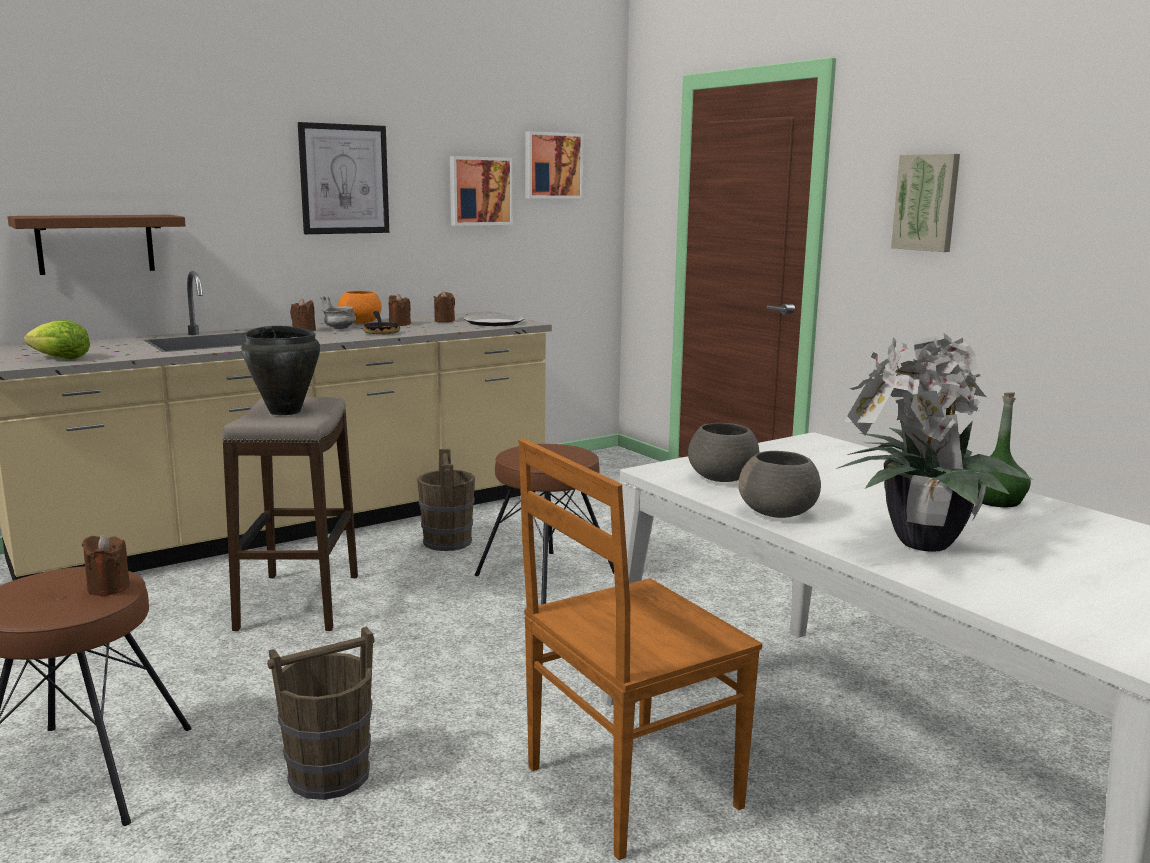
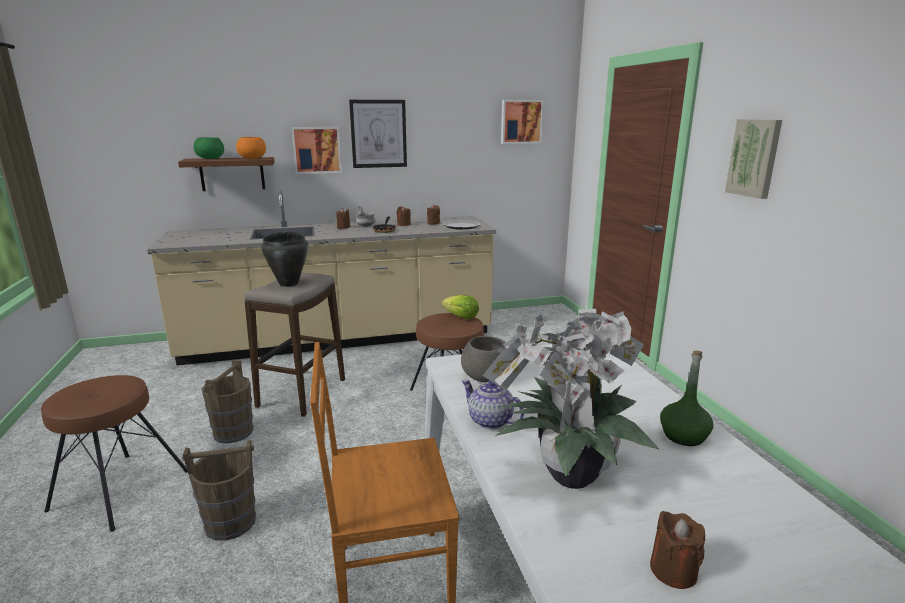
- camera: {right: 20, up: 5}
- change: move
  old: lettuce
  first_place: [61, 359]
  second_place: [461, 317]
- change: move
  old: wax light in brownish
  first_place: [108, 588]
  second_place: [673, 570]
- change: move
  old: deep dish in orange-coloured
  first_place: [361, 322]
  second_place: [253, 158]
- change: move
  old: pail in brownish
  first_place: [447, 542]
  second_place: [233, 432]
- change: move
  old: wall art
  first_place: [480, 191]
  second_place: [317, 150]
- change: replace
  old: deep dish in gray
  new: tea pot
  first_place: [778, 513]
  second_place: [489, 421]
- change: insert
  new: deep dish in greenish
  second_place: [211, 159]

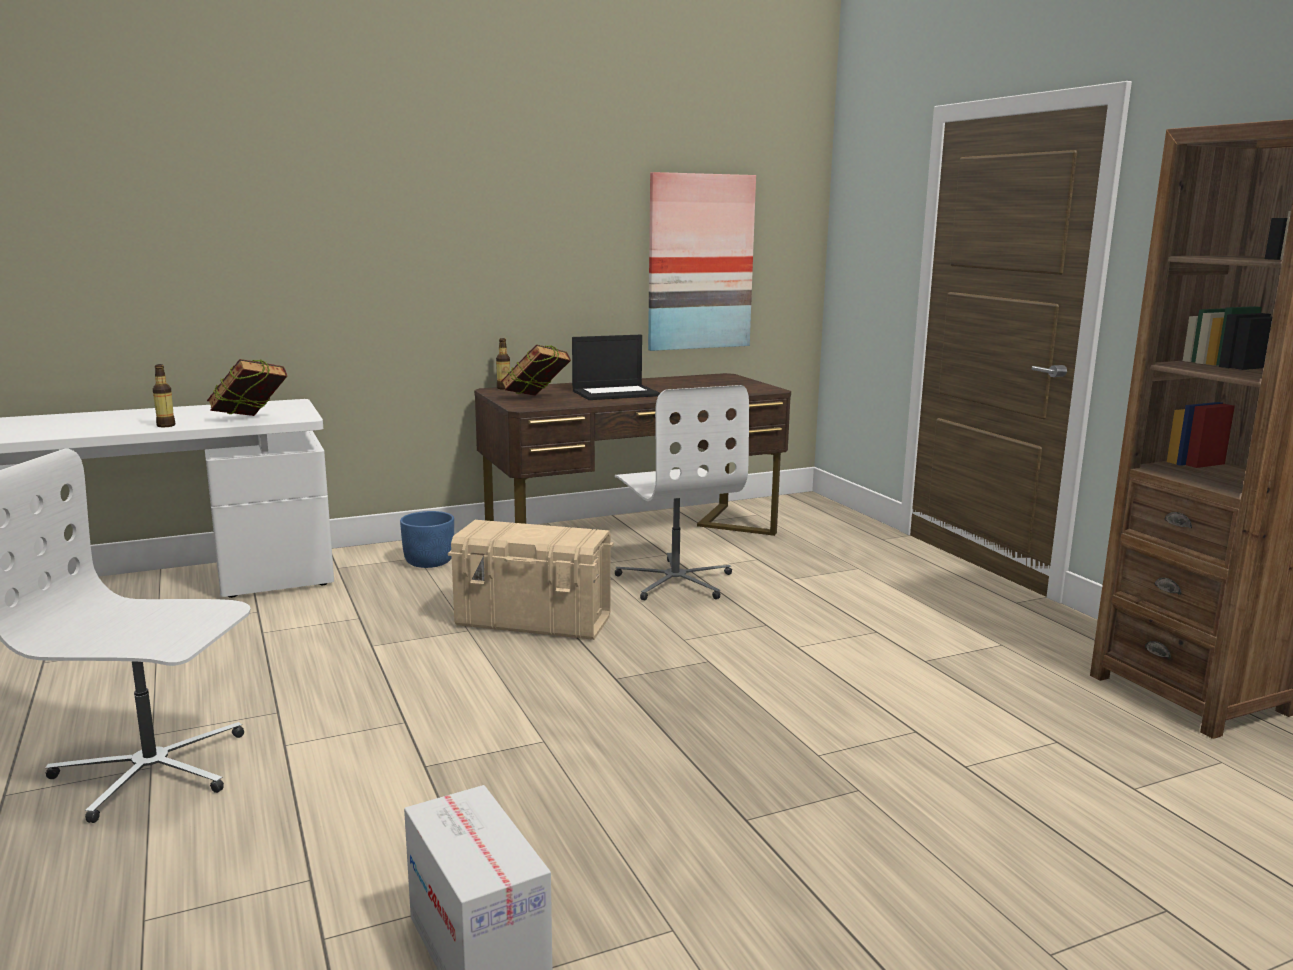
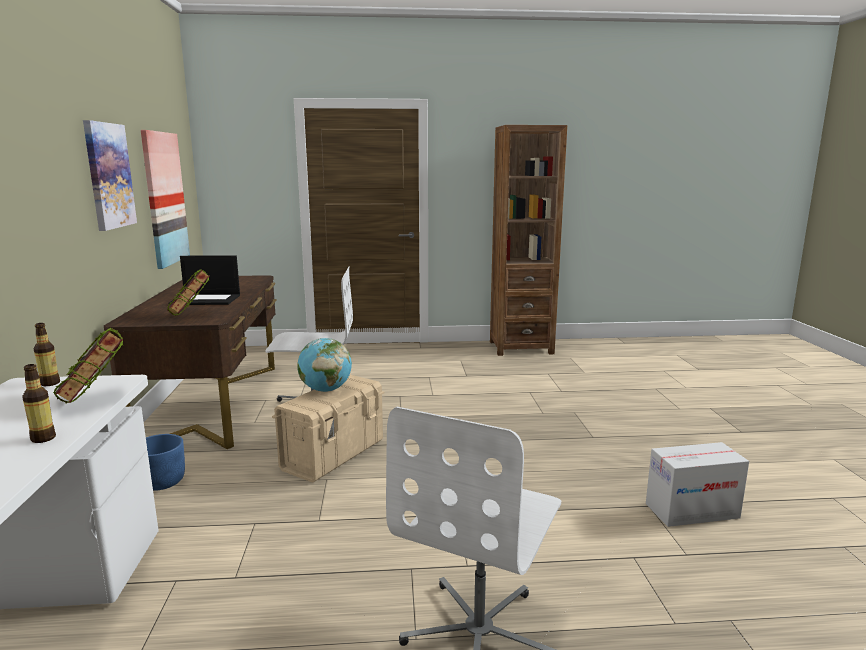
- camera: {right: -70, up: 0}
- change: move
  old: bottle
  first_place: [503, 388]
  second_place: [50, 383]
- change: rotate
  old: notebook computer
  first_place: [616, 393]
  second_place: [206, 300]
  degrees: 90
- change: insert
  new: wall art
  second_place: [109, 175]
- change: insert
  new: globe
  second_place: [325, 390]

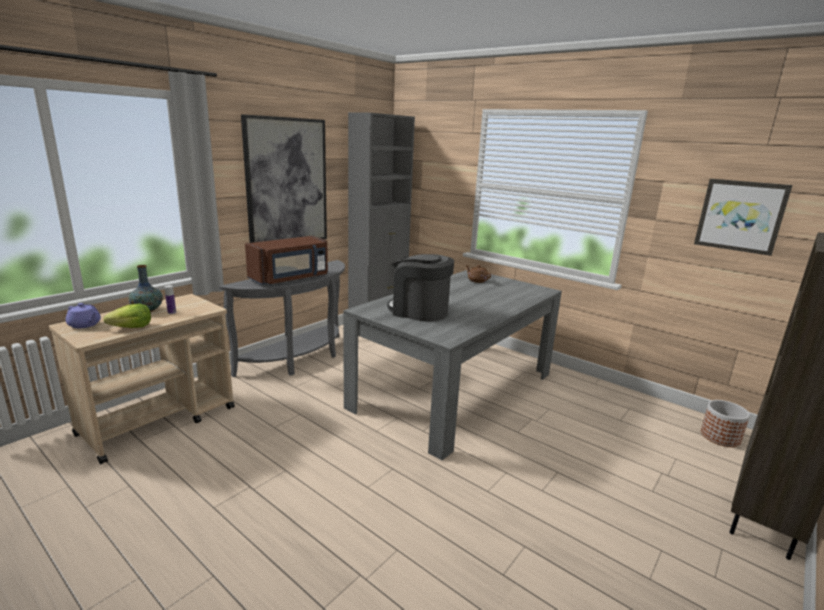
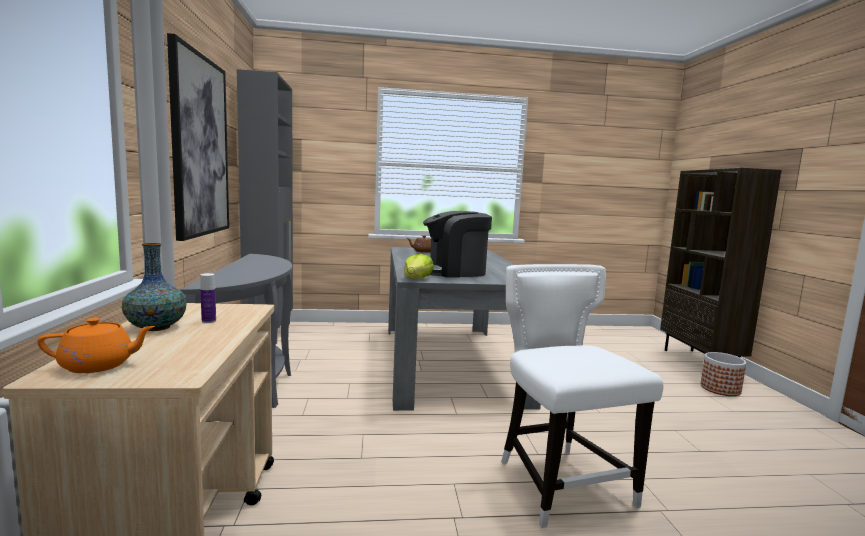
- camera: {right: -45, up: -10}
- change: recolor
  old: tea pot in purple
  new: tea pot in orange-coloured
  first_place: [85, 325]
  second_place: [99, 365]
- change: move
  old: lettuce
  first_place: [132, 327]
  second_place: [417, 279]
- change: delete
  old: kitchen microwave in brownish
  first_place: [290, 278]
- change: delete
  old: wall art
  first_place: [740, 216]
- change: move
  old: flower pot
  first_place: [720, 437]
  second_place: [720, 389]
- change: insert
  new: upright chair in white
  second_place: [560, 483]

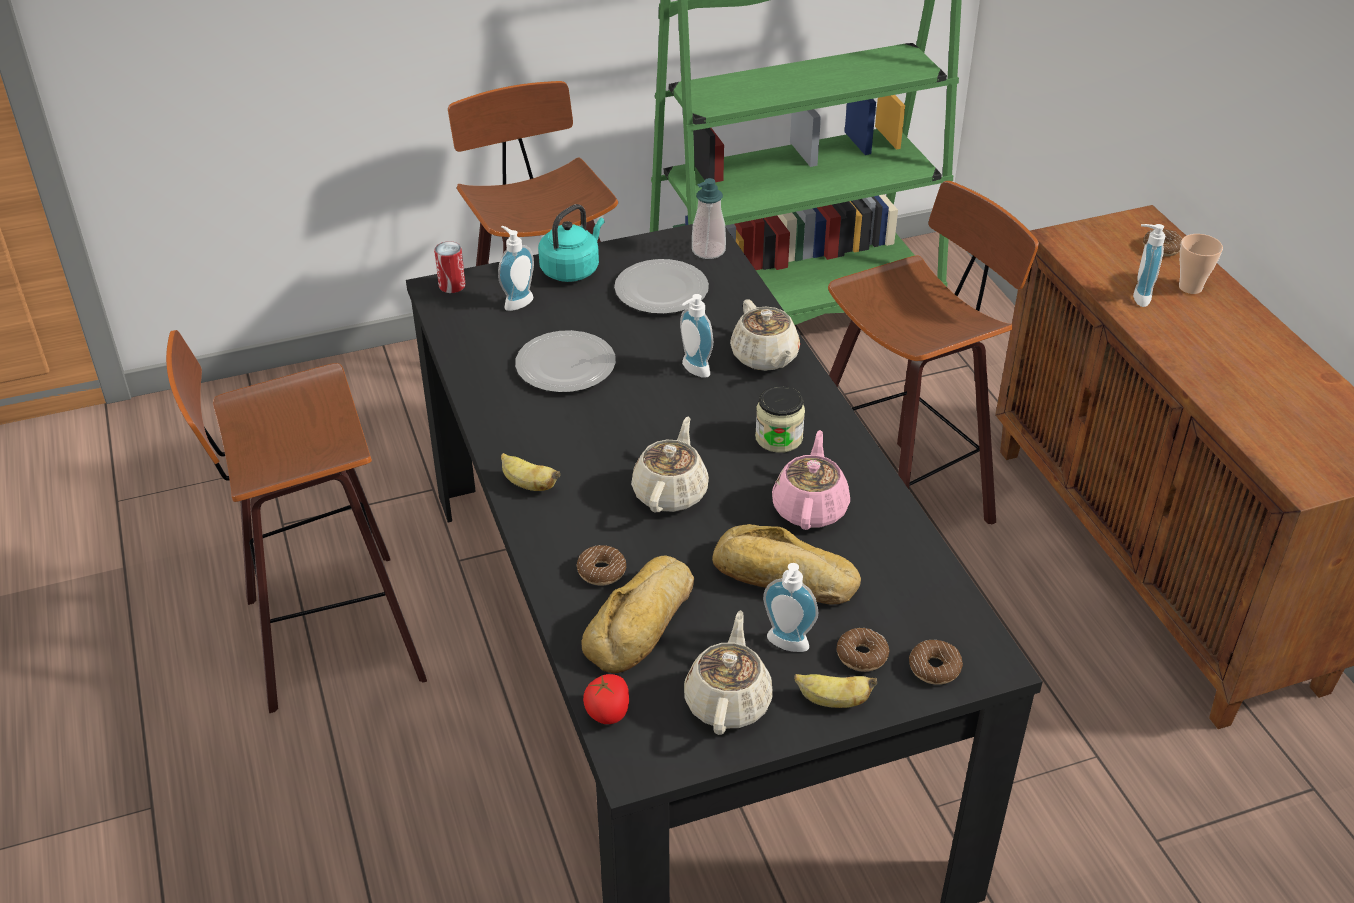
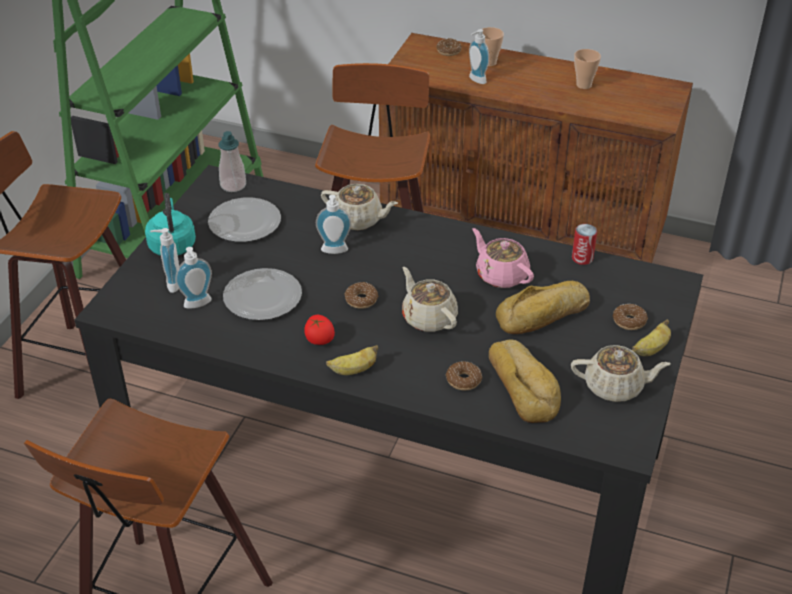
- camera: {right: -50, up: 0}
- change: move
  old: metal can
  first_place: [452, 286]
  second_place: [582, 258]
- change: move
  old: whole tomato
  first_place: [608, 712]
  second_place: [319, 340]
- change: rotate
  old: tea pot in beige
  first_place: [728, 701]
  second_place: [615, 387]
  degrees: 135
- change: delete
  old: preserve jar
  first_place: [779, 438]
- change: move
  old: soap dispenser
  first_place: [786, 646]
  second_place: [198, 305]
- change: move
  old: doughnut
  first_place: [934, 668]
  second_place: [361, 299]
- change: insert
  new: small cup
  second_place: [583, 85]

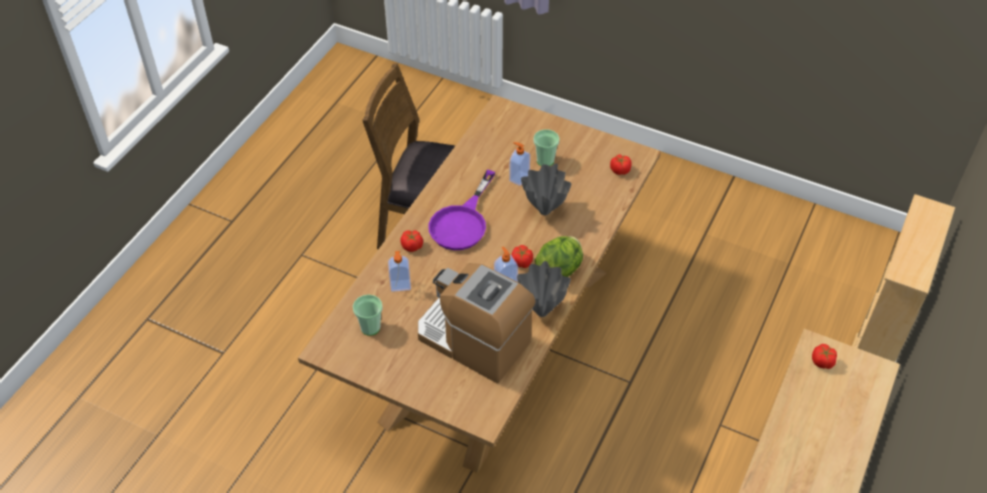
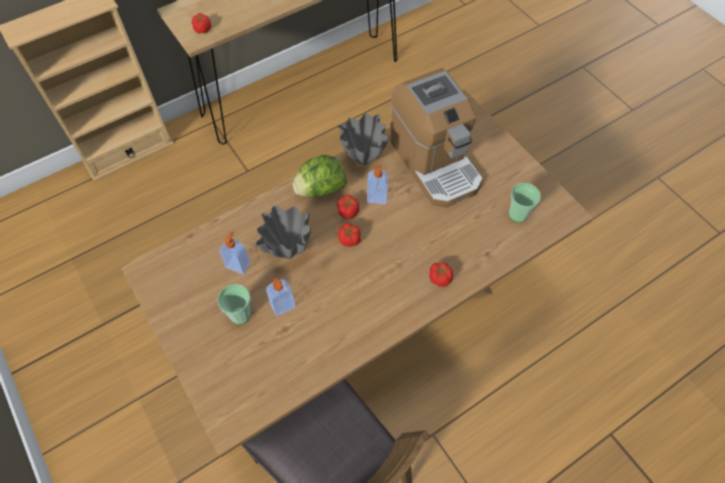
- camera: {right: -150, up: 10}
- change: move
  old: soap dispenser
  first_place: [400, 286]
  second_place: [238, 265]
- change: delete
  old: skillet in purple
  first_place: [462, 222]
- change: move
  old: whole tomato
  first_place: [620, 170]
  second_place: [349, 239]

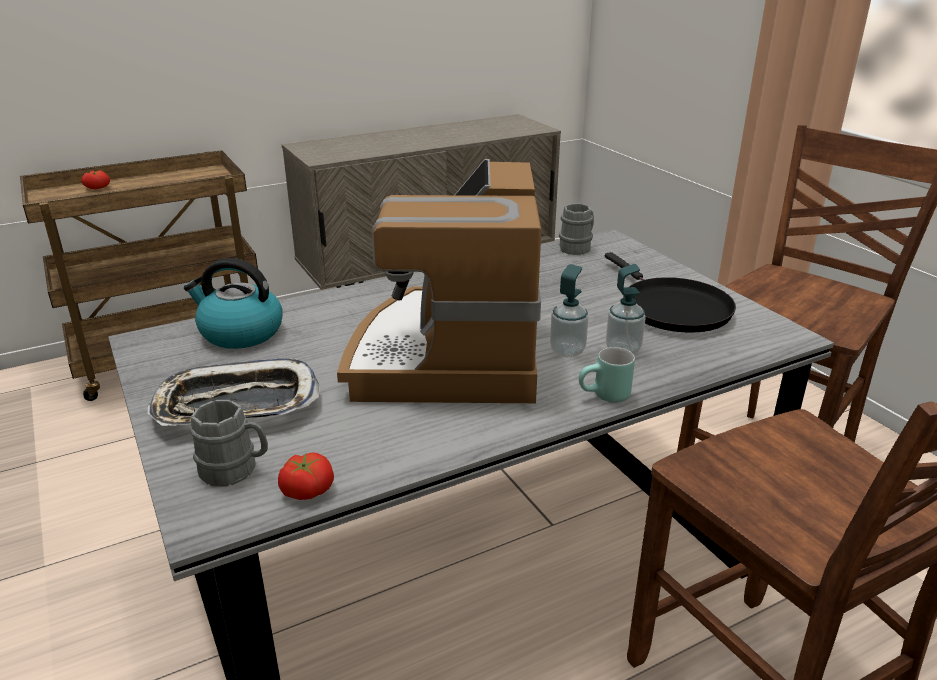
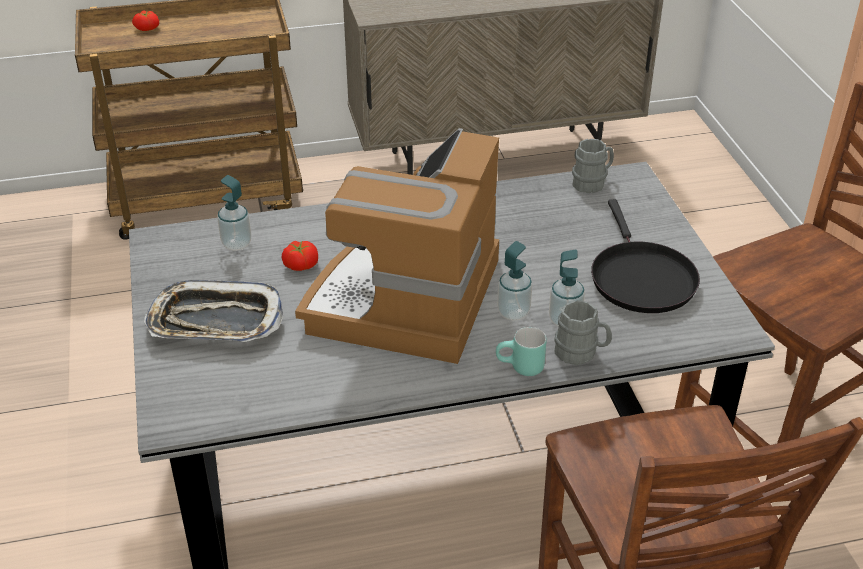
- camera: {right: 15, up: 10}
- change: replace
  old: tea kettle
  new: soap dispenser
  first_place: [240, 333]
  second_place: [236, 244]
- change: move
  old: mug in gray
  first_place: [235, 470]
  second_place: [581, 353]
- change: move
  old: whole tomato
  first_place: [307, 489]
  second_place: [300, 264]

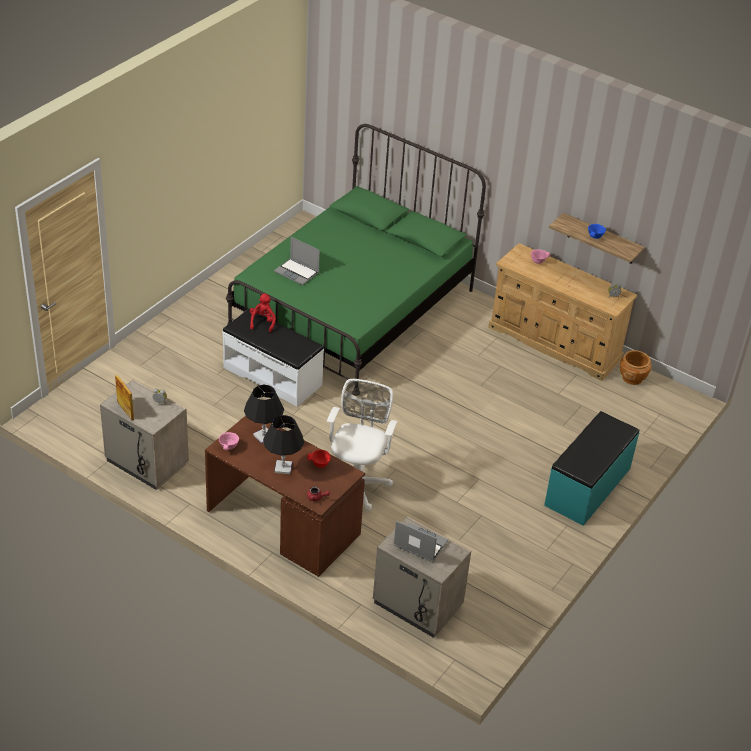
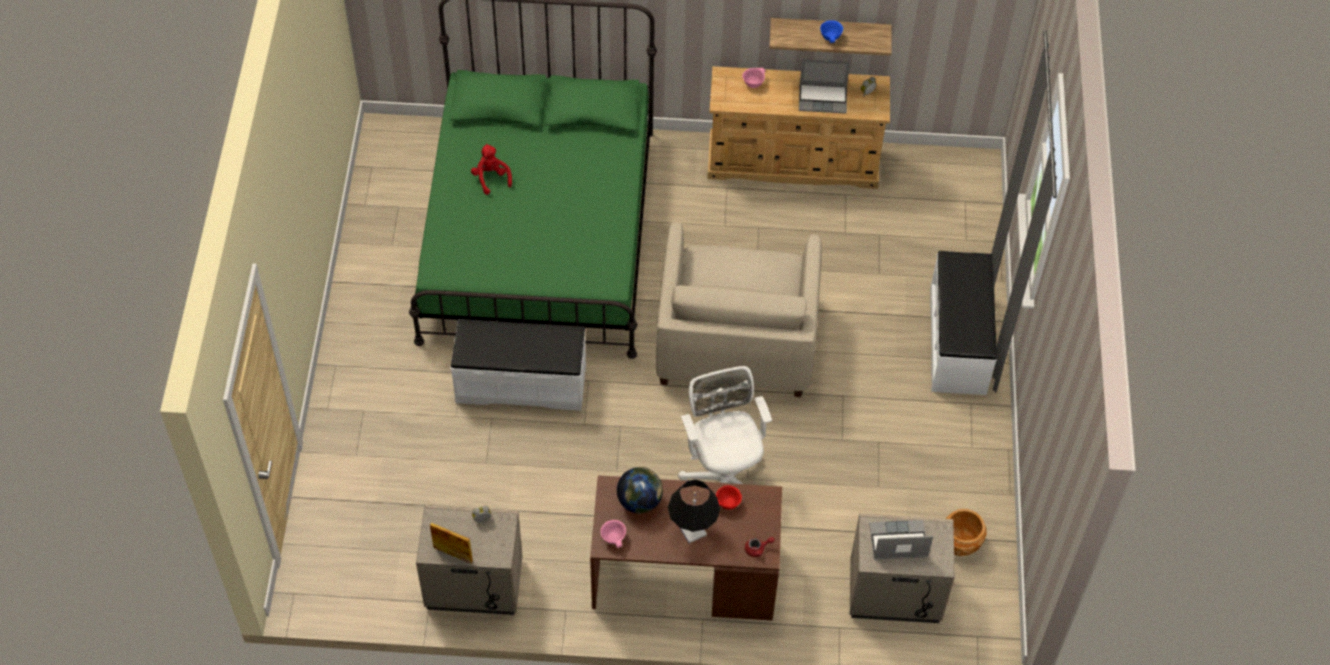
- camera: {right: -30, up: 15}
- change: replace
  old: table lamp in black-coloured
  new: globe
  first_place: [263, 436]
  second_place: [639, 501]
- change: move
  old: plush toy in red
  first_place: [262, 322]
  second_place: [491, 178]
- change: move
  old: notebook computer
  first_place: [297, 272]
  second_place: [823, 98]
- change: recolor
  old: bench in blue-green
  new: bench in white
  first_place: [588, 487]
  second_place: [958, 341]
- change: move
  old: flower pot in brownish
  first_place: [632, 378]
  second_place: [960, 543]
- change: insert
  new: easy chair in beige
  second_place: [735, 340]

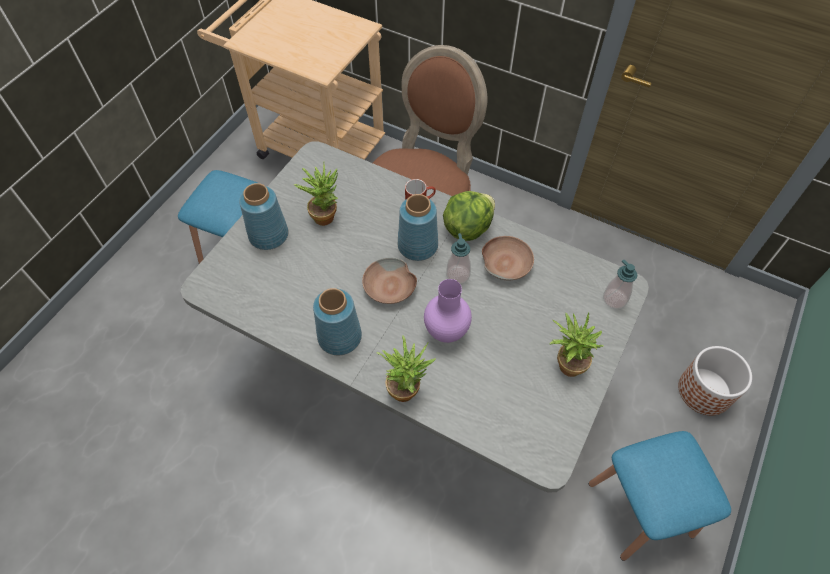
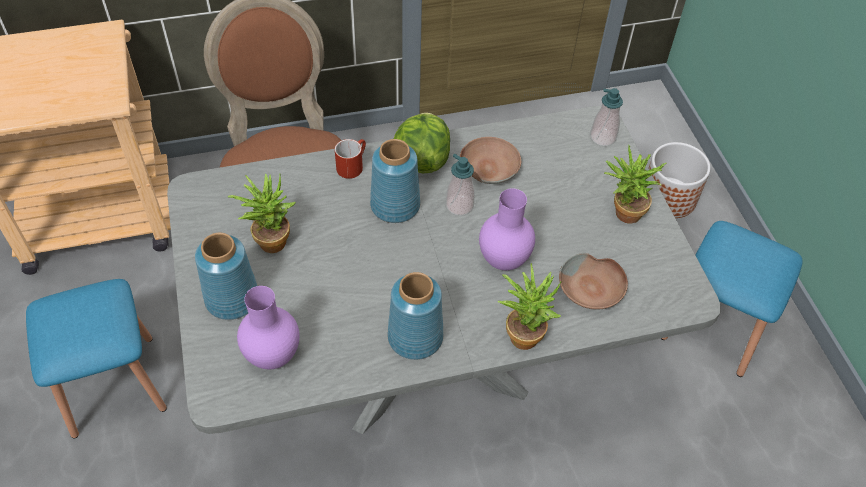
- camera: {right: -45, up: -5}
- change: move
  old: deep dish in brownish
  first_place: [390, 287]
  second_place: [592, 289]
- change: insert
  new: decorative vase in purple
  second_place: [274, 355]

